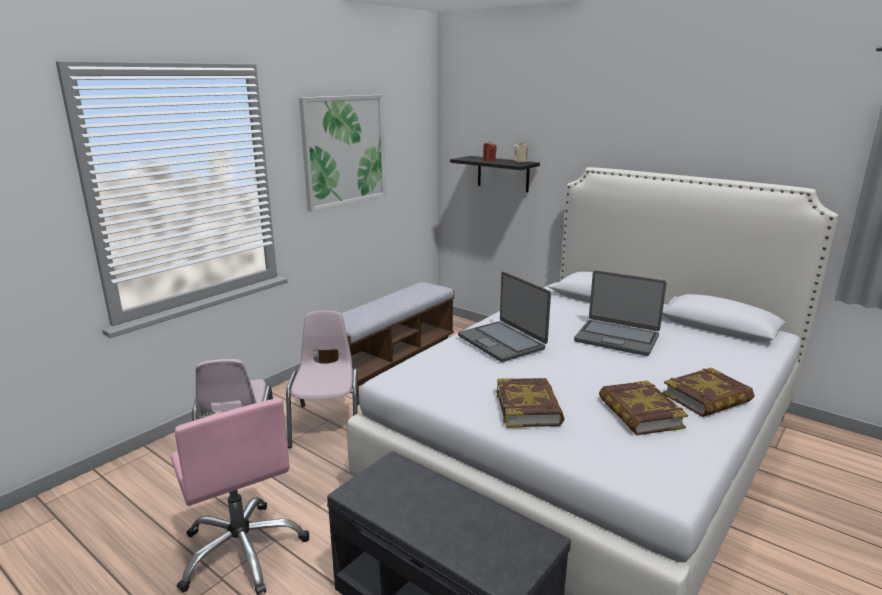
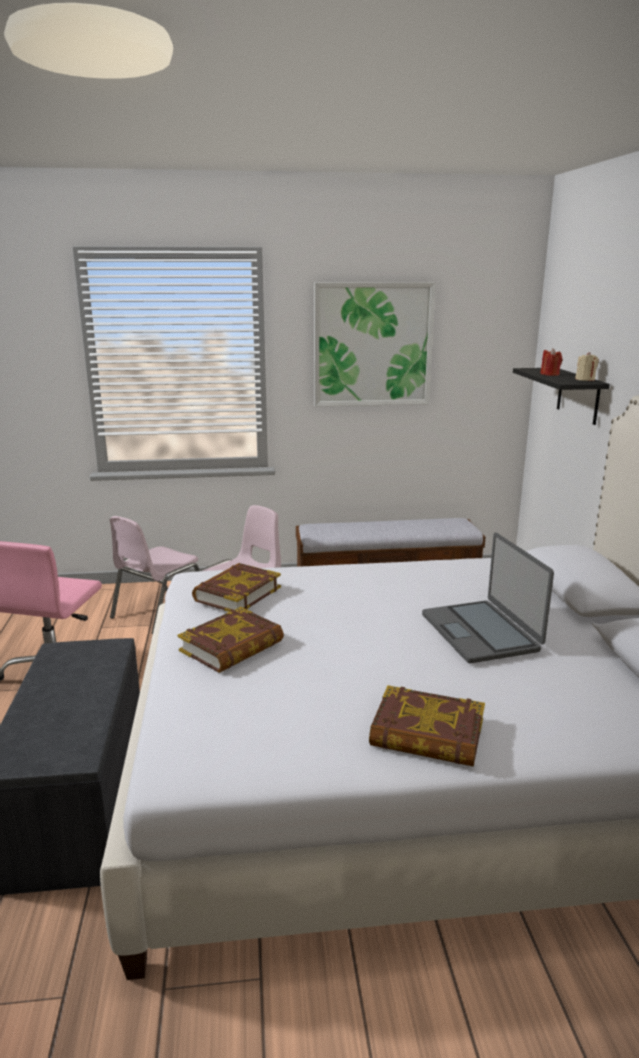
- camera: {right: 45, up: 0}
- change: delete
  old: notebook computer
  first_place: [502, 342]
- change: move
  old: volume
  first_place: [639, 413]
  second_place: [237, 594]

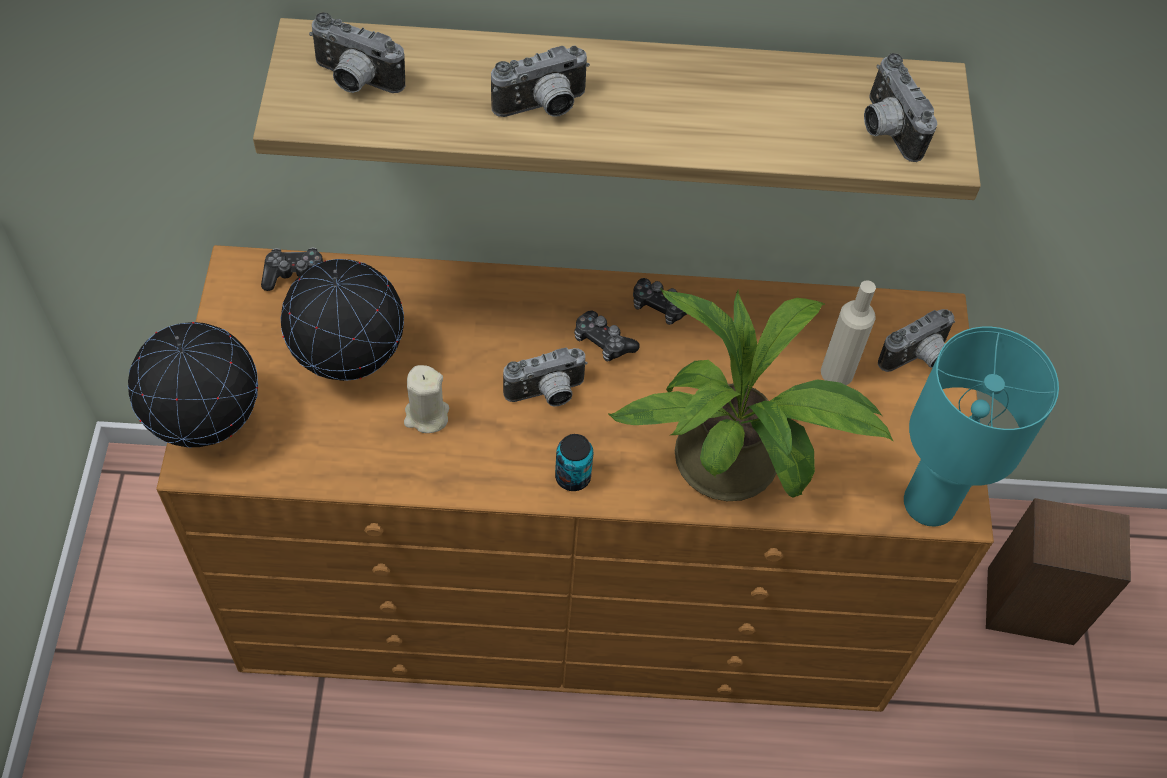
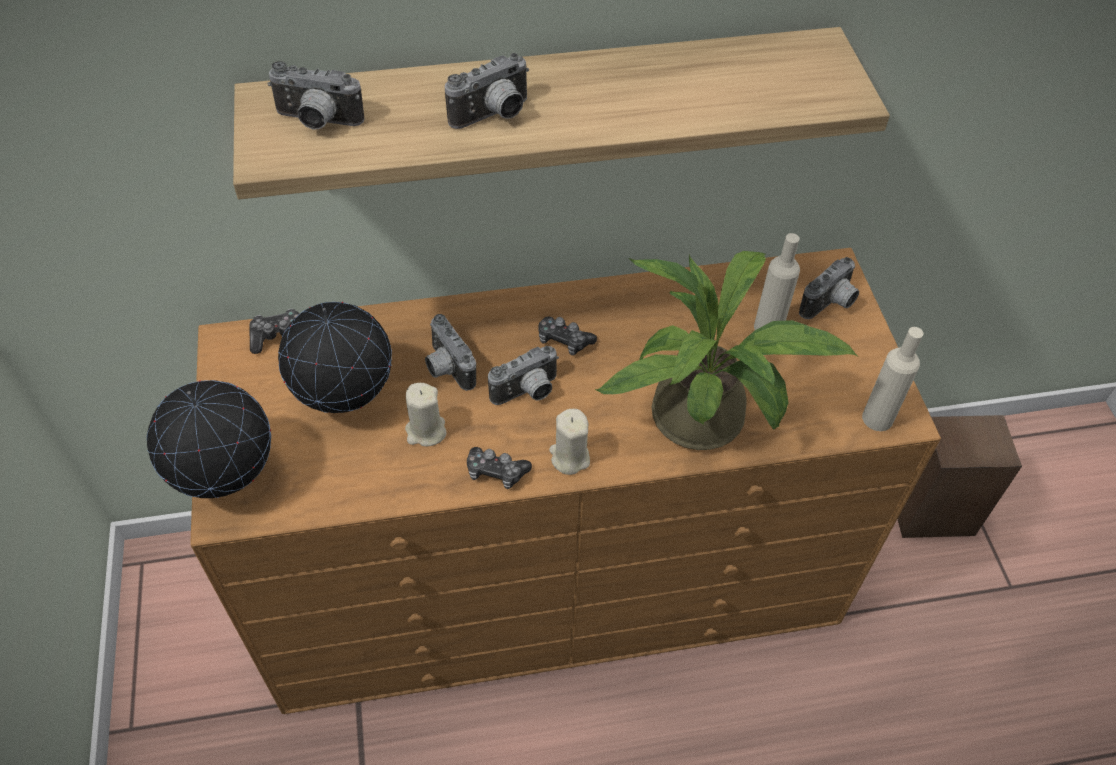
- camera: {right: -10, up: -5}
- change: replace
  old: metal can
  new: wax light in beige
  first_place: [573, 477]
  second_place: [569, 457]
- change: move
  old: joypad
  first_place: [660, 307]
  second_place: [496, 472]
- change: move
  old: still camera
  first_place: [885, 129]
  second_place: [446, 368]
- change: replace
  old: table lamp in blue-green
  new: bottle in beige
  first_place: [928, 504]
  second_place: [877, 418]

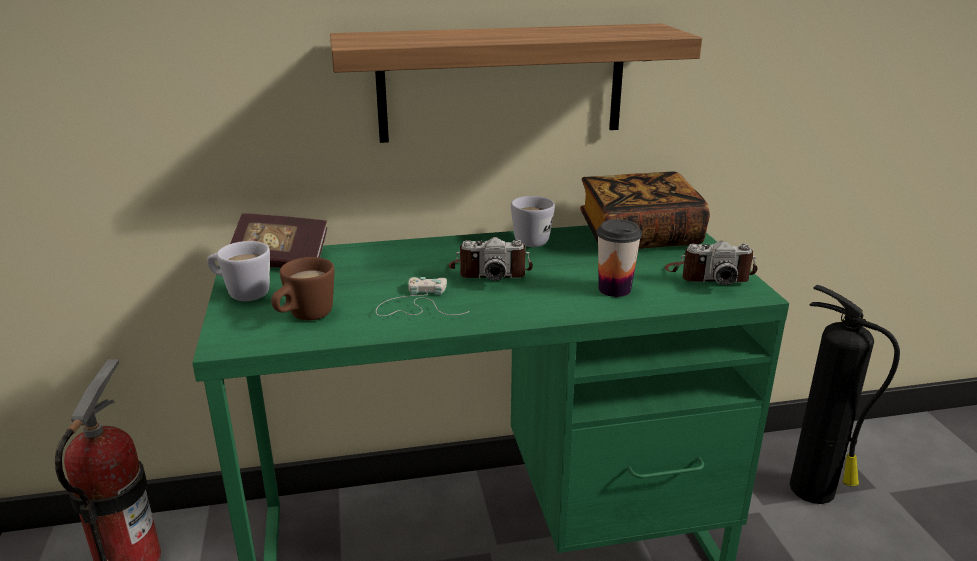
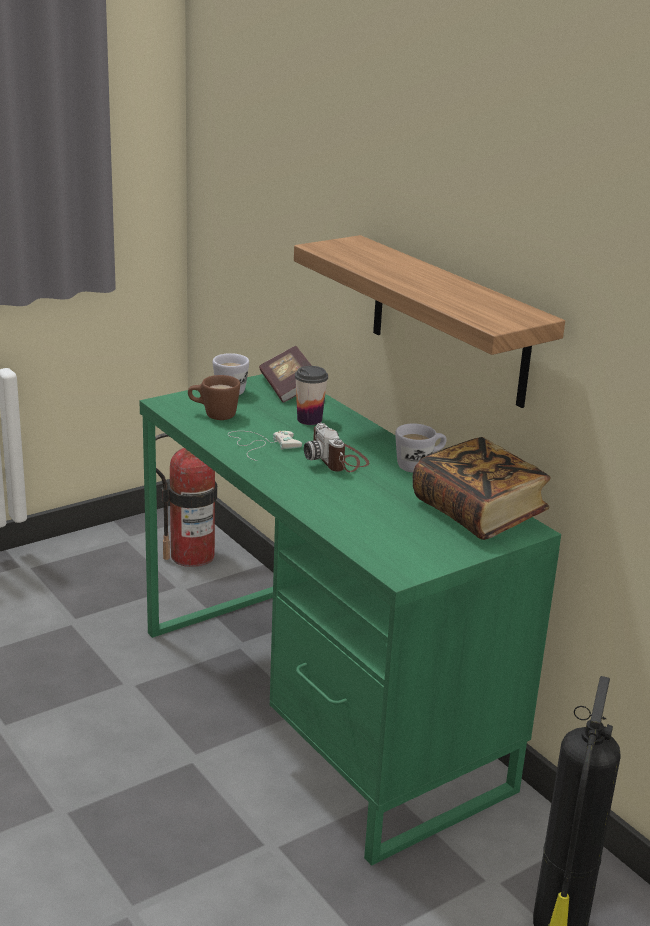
- camera: {right: 65, up: 0}
- change: move
  old: small cup
  first_place: [614, 289]
  second_place: [309, 419]
- change: delete
  old: still camera
  first_place: [709, 275]

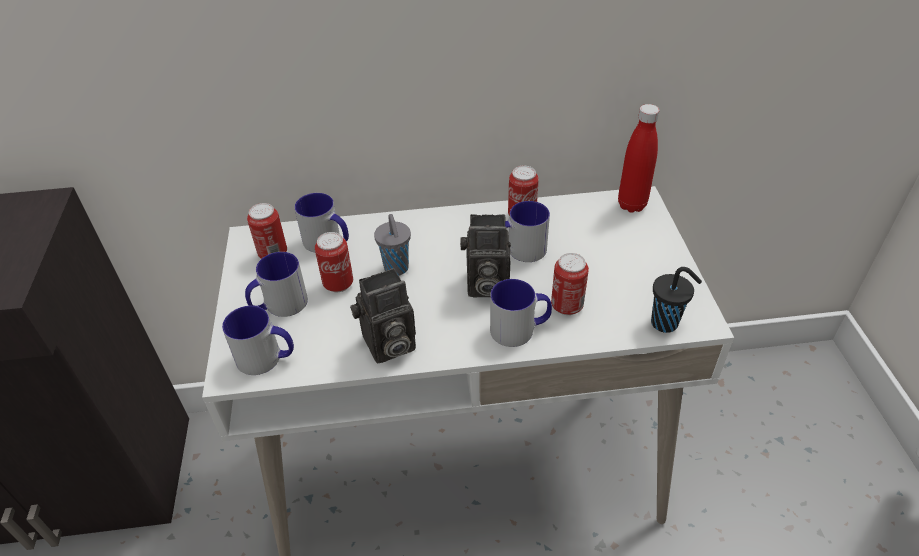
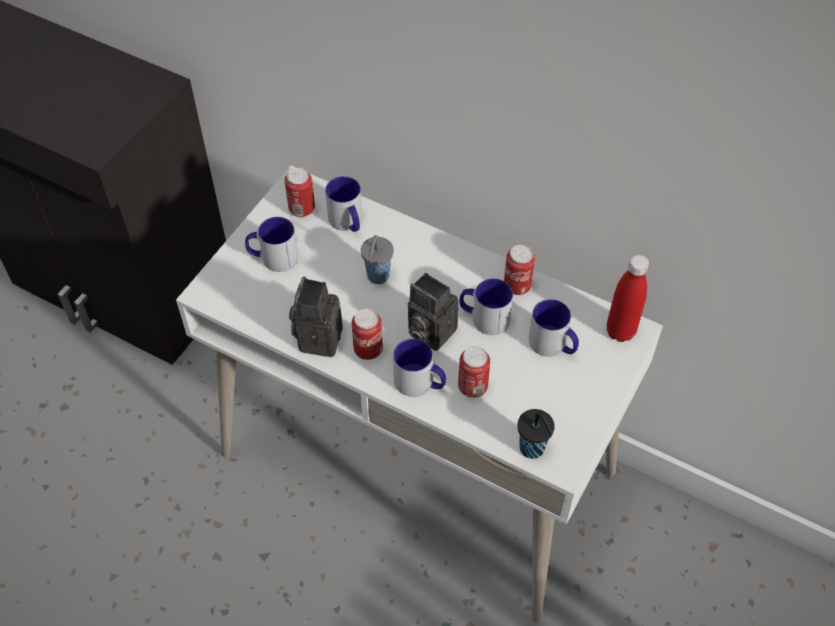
- camera: {right: 35, up: 10}
- change: move
  old: mug
  first_place: [267, 358]
  second_place: [553, 345]
- change: move
  old: metal can
  first_place: [338, 284]
  second_place: [368, 350]
- change: rotate
  old: still camera
  first_place: [387, 346]
  second_place: [318, 337]
  degrees: 90

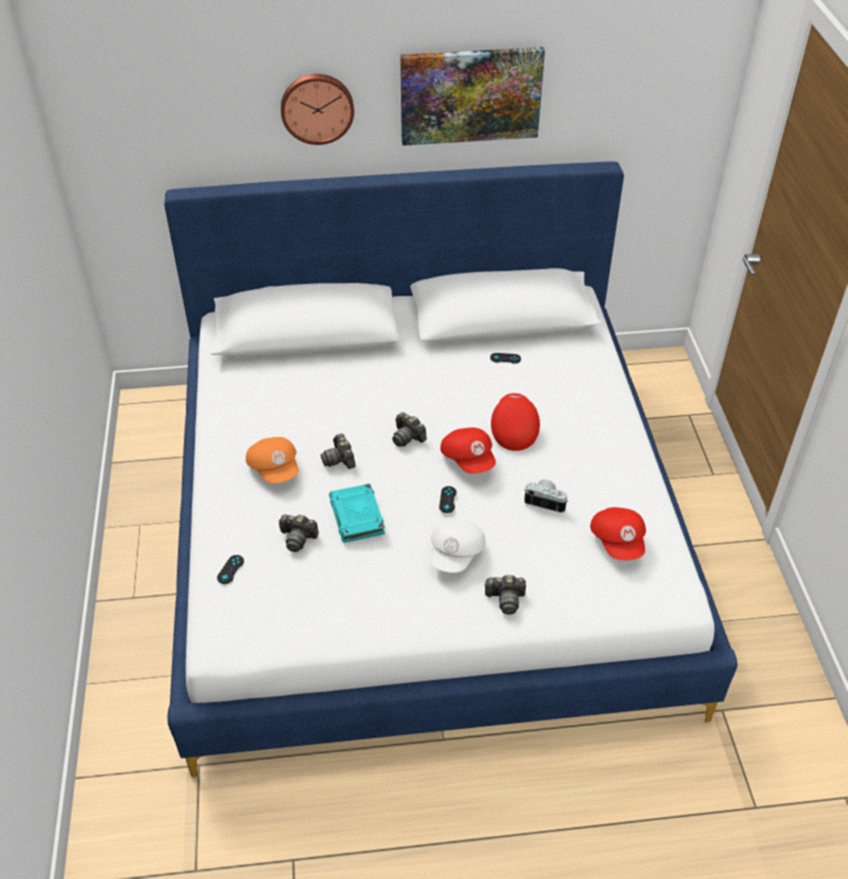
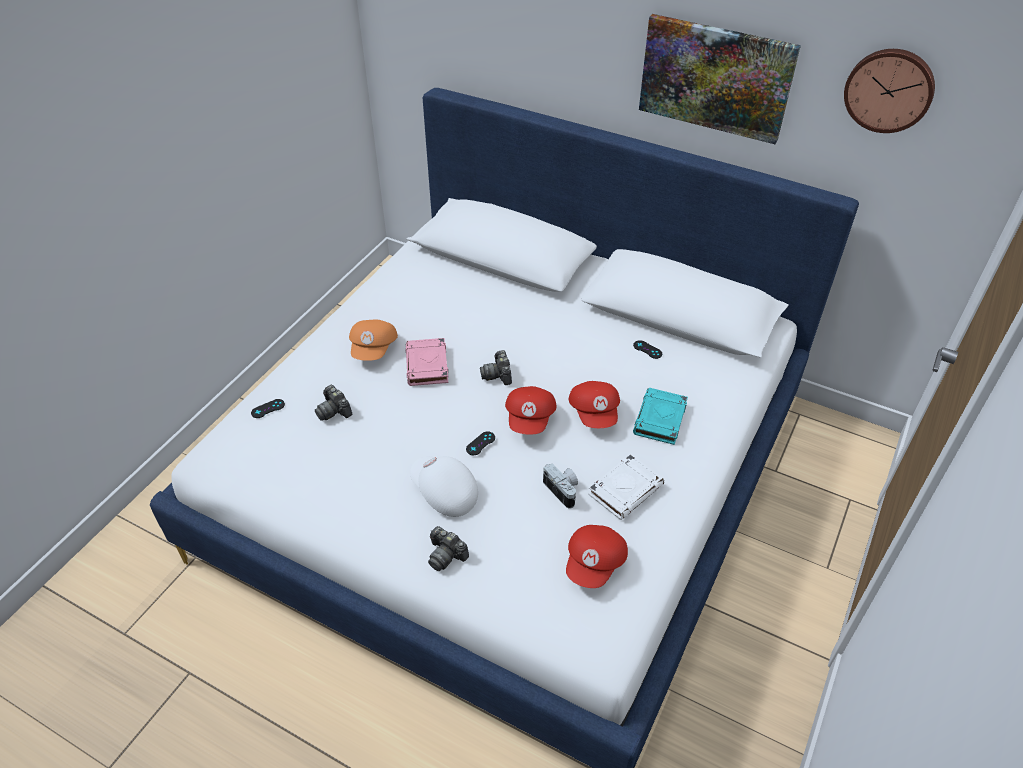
- camera: {right: 35, up: 0}
- change: move
  old: wall clock
  first_place: [317, 107]
  second_place: [889, 89]
- change: replace
  old: still camera
  new: volume in pink
  first_place: [339, 459]
  second_place: [427, 365]
- change: move
  old: volume in blue-green
  first_place: [357, 517]
  second_place: [660, 419]
- change: rotate
  old: cap in white
  first_place: [456, 554]
  second_place: [444, 493]
  degrees: 75
- change: rotate
  old: cap in red
  first_place: [513, 429]
  second_place: [595, 413]
  degrees: 135
- change: insert
  new: volume in white
  second_place: [625, 489]

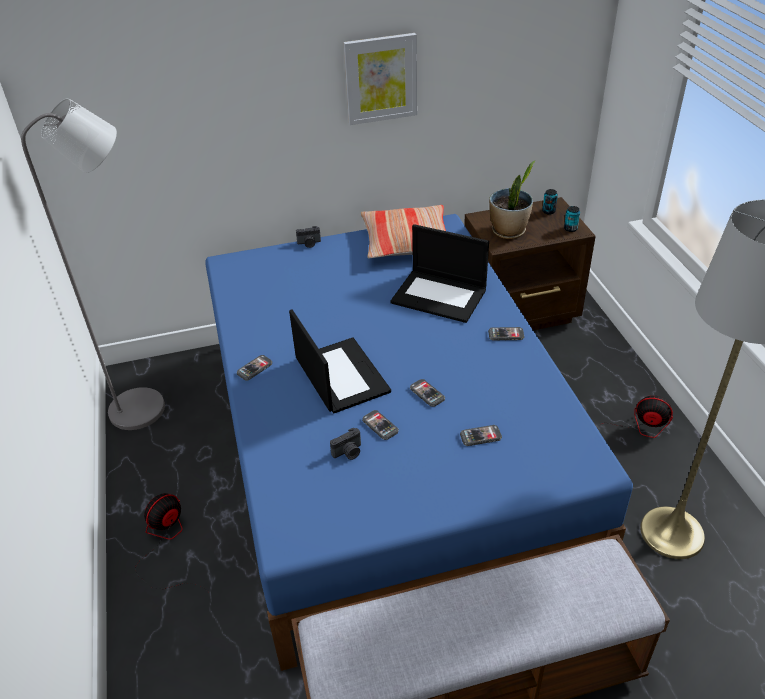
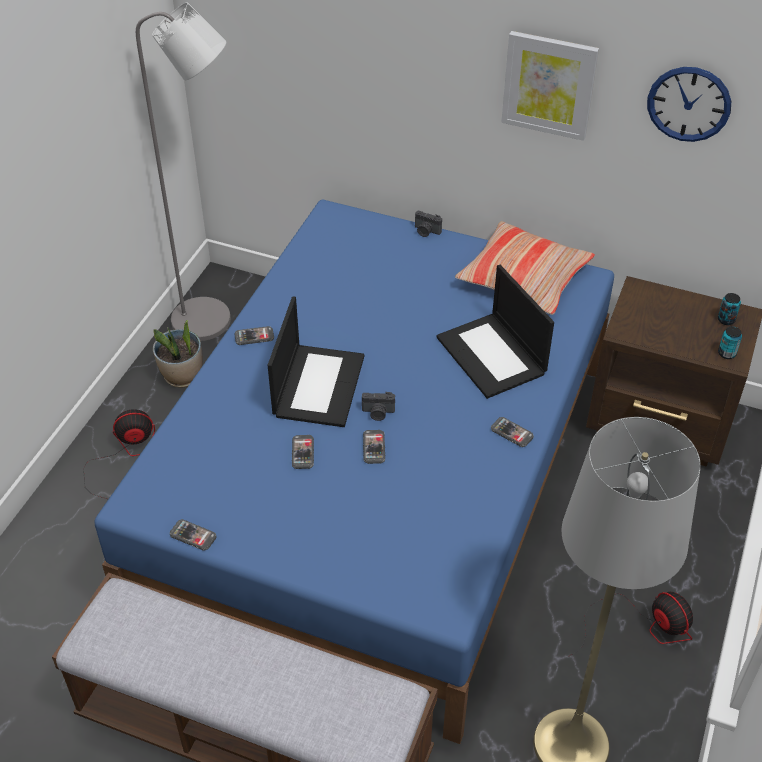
- camera: {right: 35, up: 5}
- change: move
  old: still camera
  first_place: [348, 452]
  second_place: [378, 413]
- change: move
  old: phone
  first_place: [480, 436]
  second_place: [193, 536]
- change: move
  old: plant in a pot
  first_place: [508, 231]
  second_place: [182, 376]
- change: insert
  new: wall clock
  second_place: [689, 104]

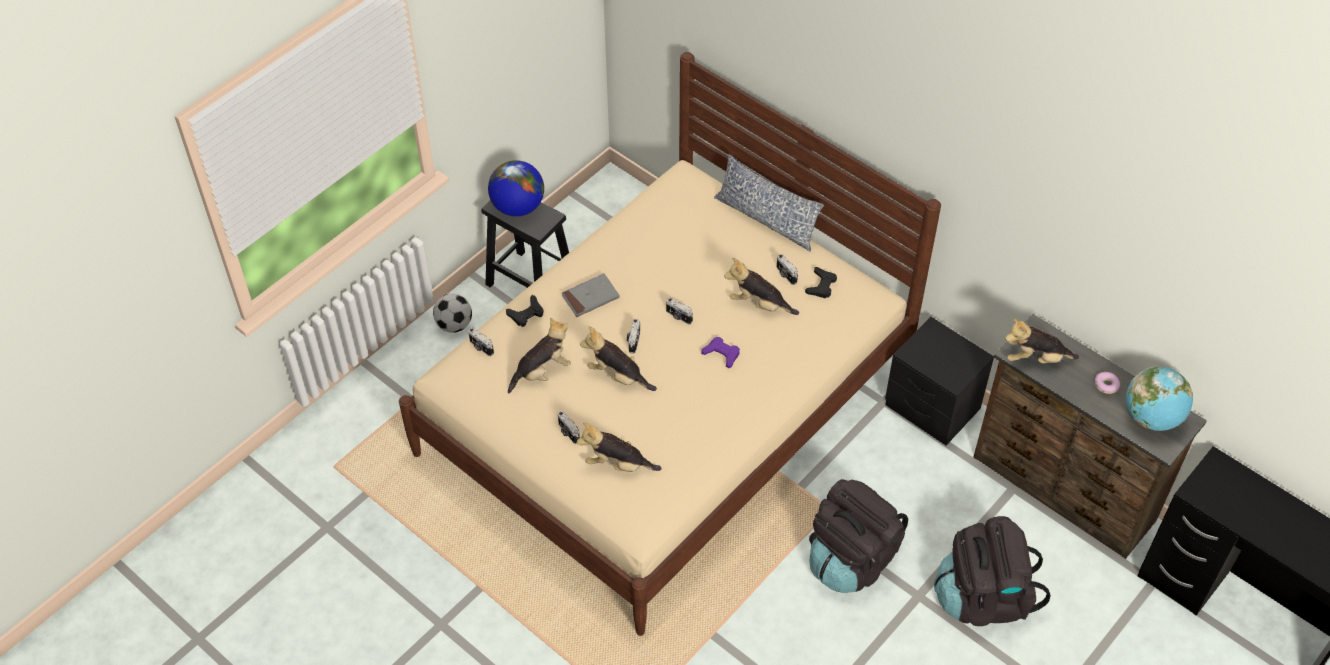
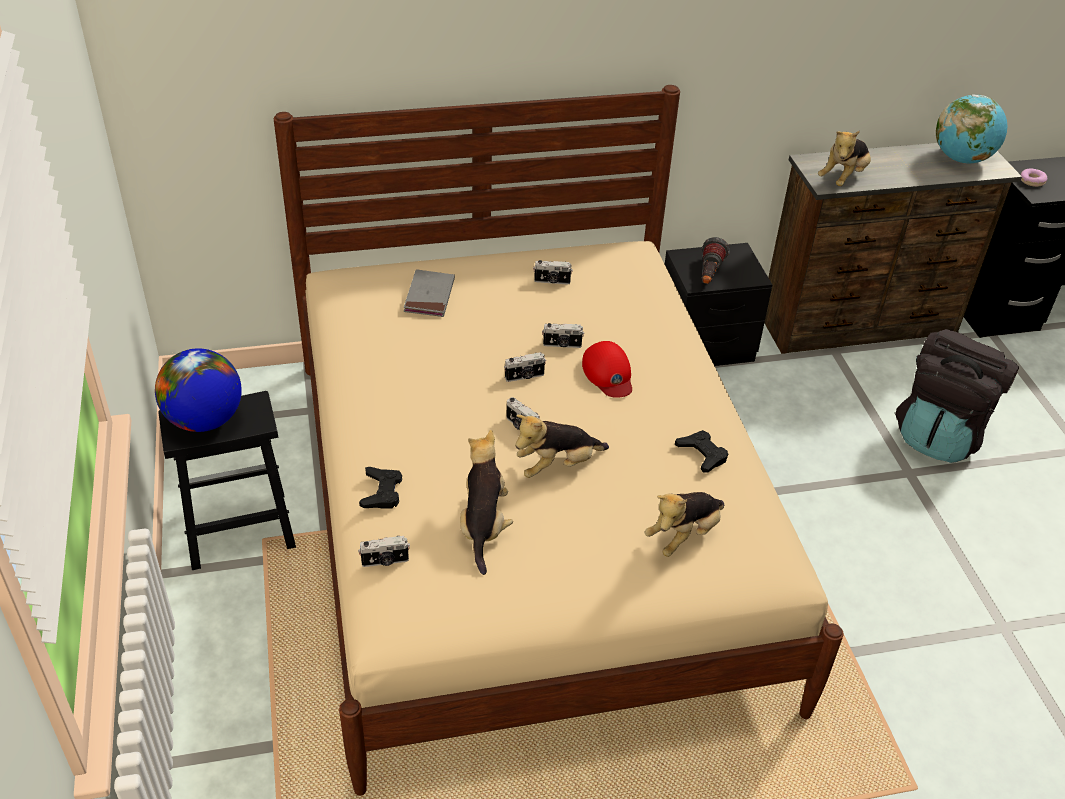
- camera: {right: -55, up: -10}
- change: delete
  old: football
  first_place: [454, 325]
- change: move
  old: still camera
  first_place: [568, 433]
  second_place: [562, 345]
- change: move
  old: volume in gray
  first_place: [590, 297]
  second_place: [429, 296]
- change: replace
  old: joypad in purple
  new: cap in red
  first_place: [721, 354]
  second_place: [608, 374]
- change: delete
  old: cushion
  first_place: [766, 219]
- change: delete
  old: plush toy
  first_place: [759, 304]
- change: move
  old: joypad in black-coloured
  first_place: [821, 285]
  second_place: [702, 454]
- change: delete
  old: backpack in black-coloured
  first_place: [852, 559]
- change: move
  old: doughnut
  first_place: [1106, 385]
  second_place: [1032, 181]
- change: insert
  new: torch
  second_place: [709, 275]

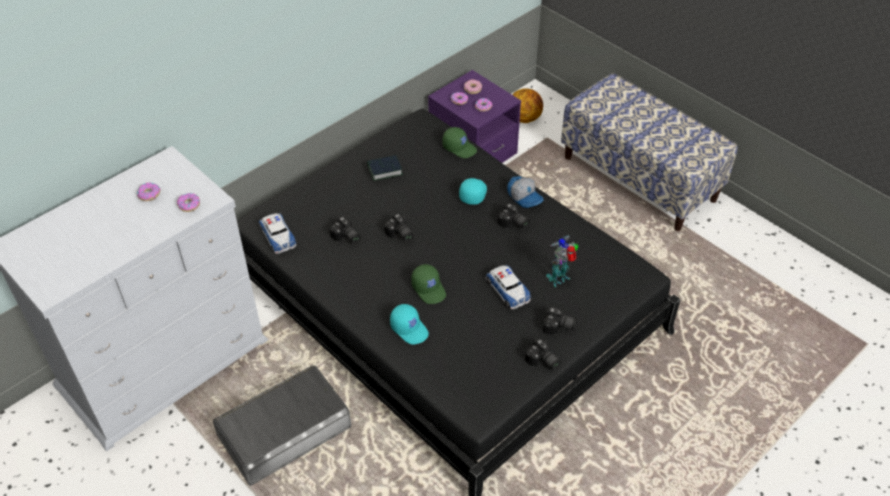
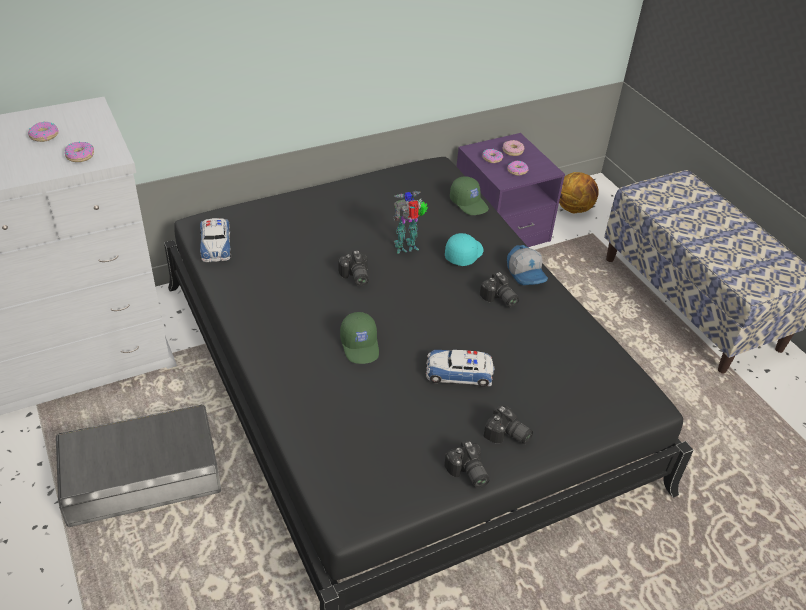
- camera: {right: 15, up: -5}
- change: delete
  old: still camera
  first_place: [346, 237]
- change: delete
  old: volume
  first_place: [385, 170]
- change: delete
  old: cap in blue-green
  first_place: [410, 328]
- change: rotate
  old: model car
  first_place: [508, 290]
  second_place: [459, 372]
  degrees: 105
- change: move
  old: robot figure
  first_place: [559, 279]
  second_place: [407, 247]

